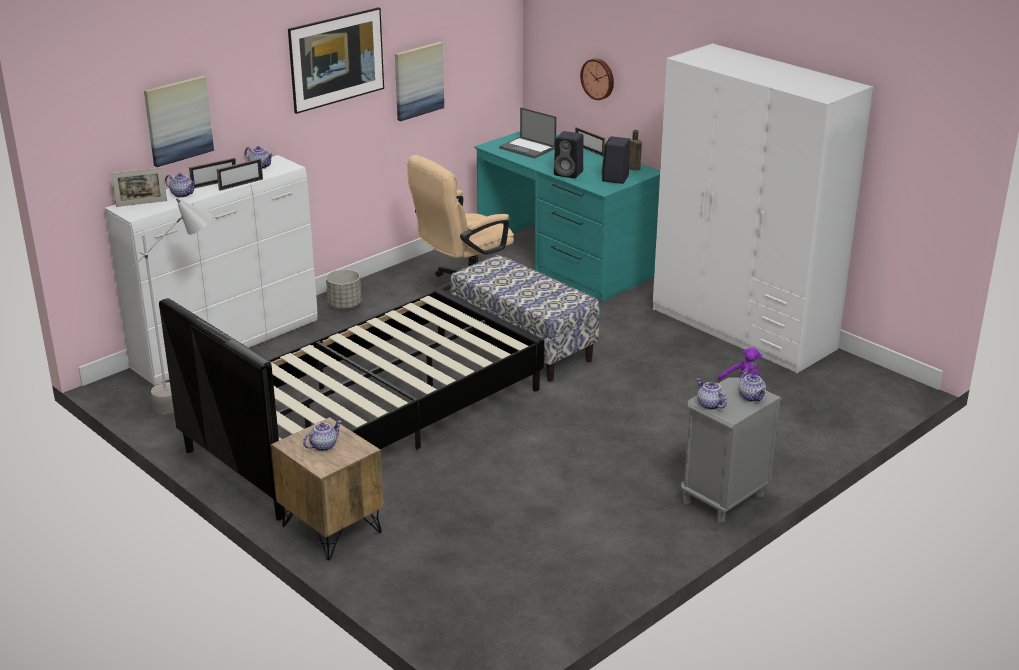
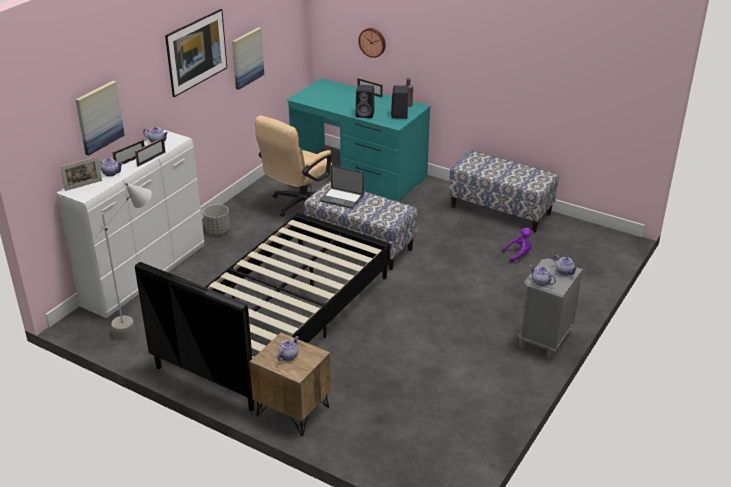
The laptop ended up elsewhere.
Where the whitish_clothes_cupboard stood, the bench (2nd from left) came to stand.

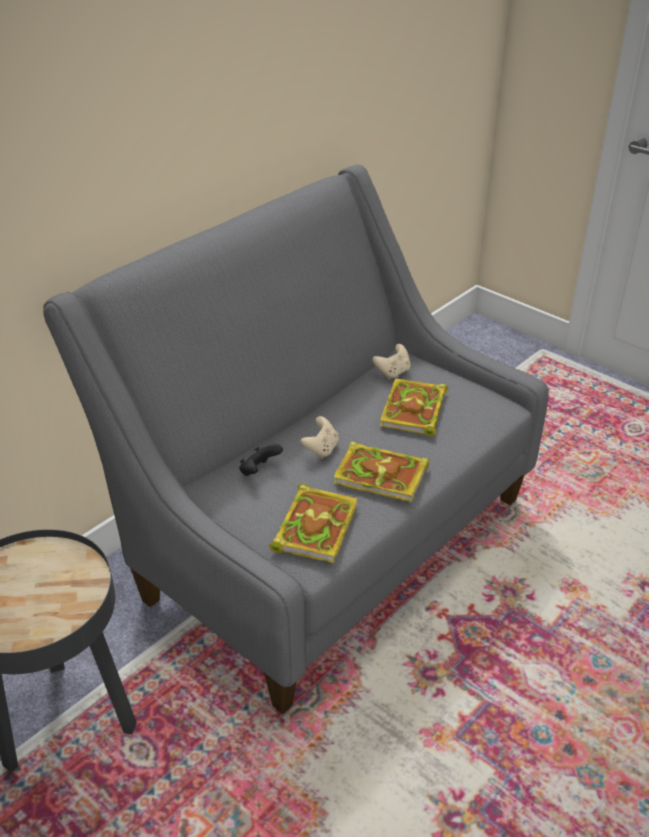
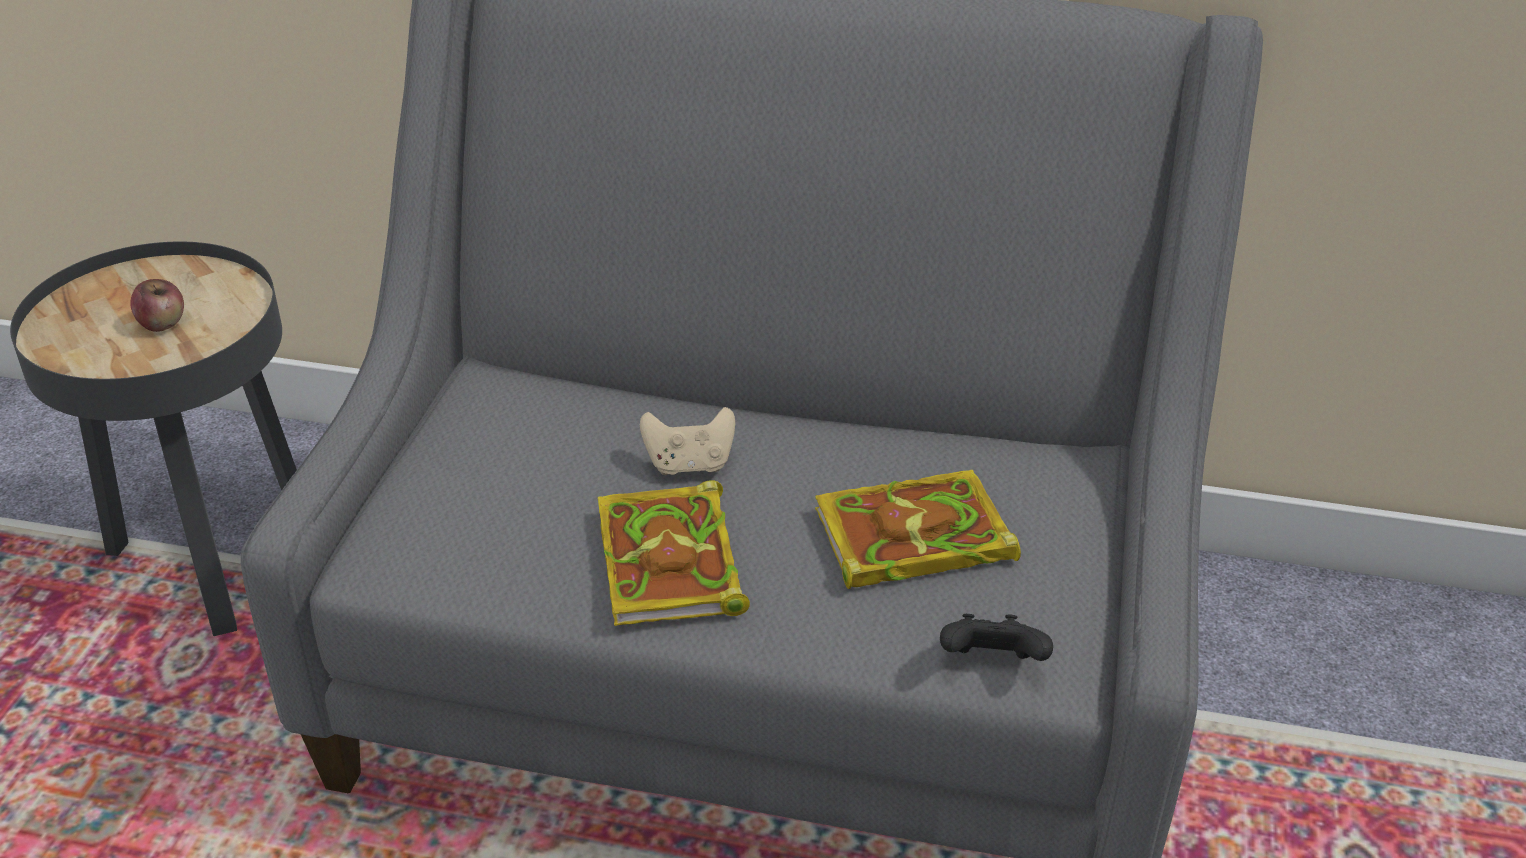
The second view lost the volume (1st from left).
The second view lost the beige_gamepad (2nd from left).
The second view gained the apple_fruit.
The black-coloured_gamepad ended up elsewhere.

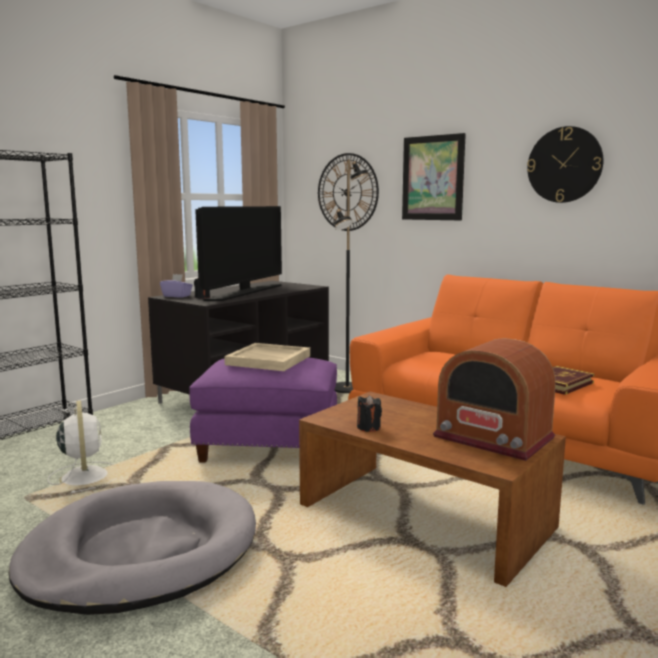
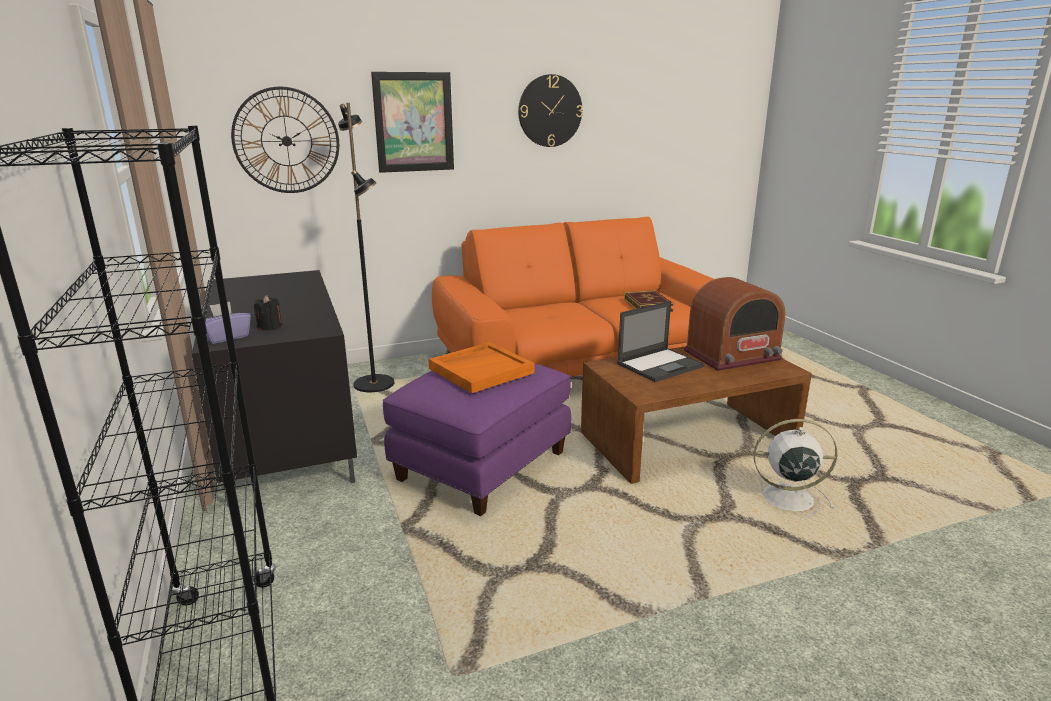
The second view lost the grey_pet_bed.
The second view lost the television.
The second view lost the black-coloured_wax_light (2nd from left).
The second view gained the laptop.
The whitish_cooling_fan ended up elsewhere.
What was the beige_carrying_tray turned into the orangey_carrying_tray.

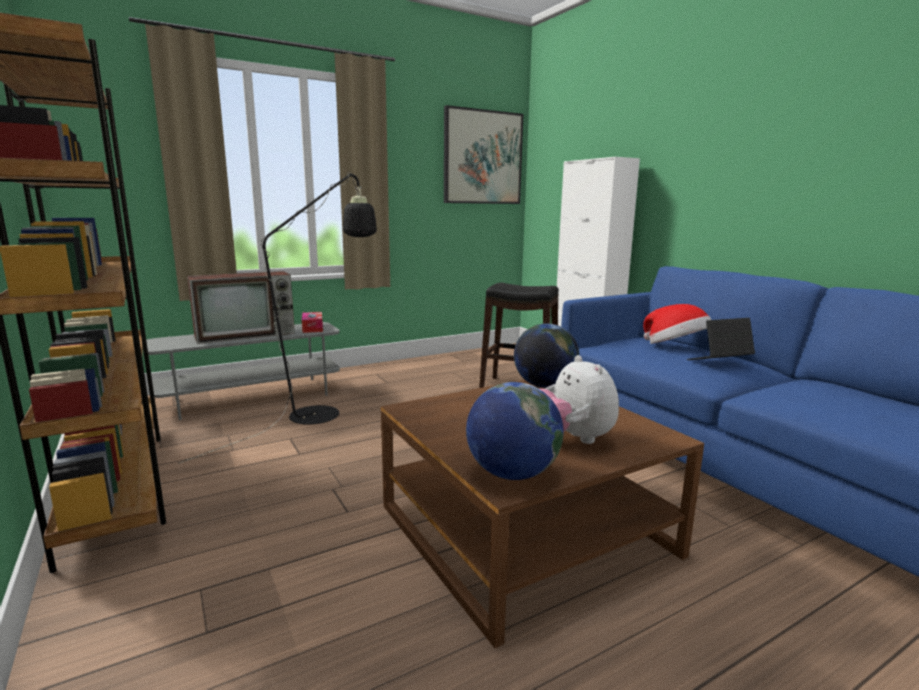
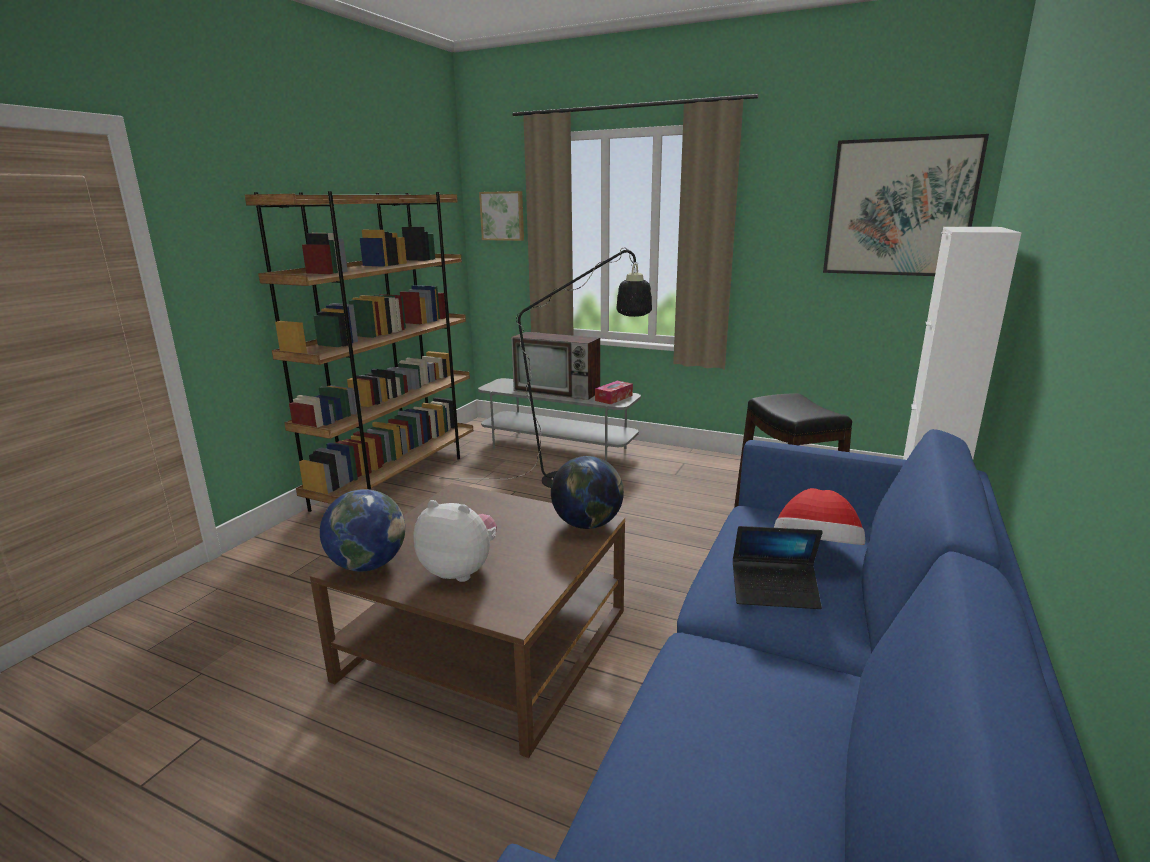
The second view gained the wall_art (1st from left).
The soft_toy ended up facing another way, 75 degrees clockwise from before.
The laptop ended up facing another way, 150 degrees clockwise from before.

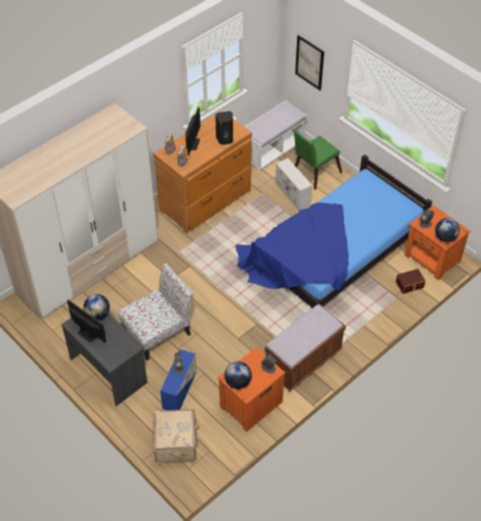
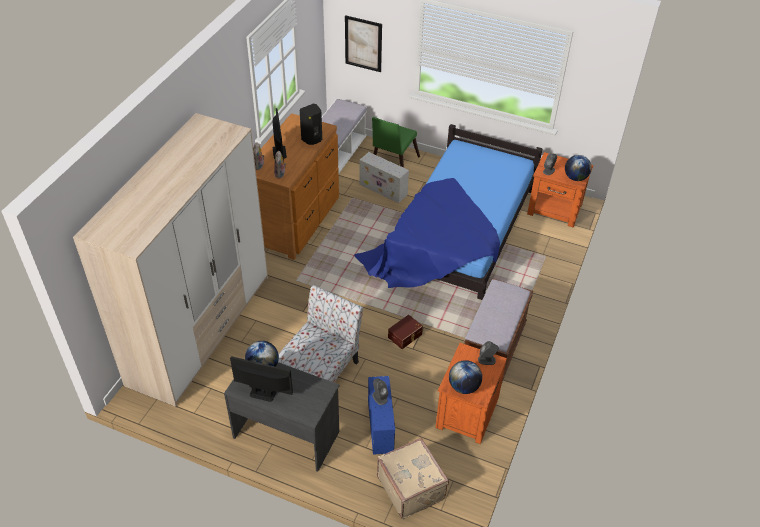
The brown_storage_bin ended up elsewhere.

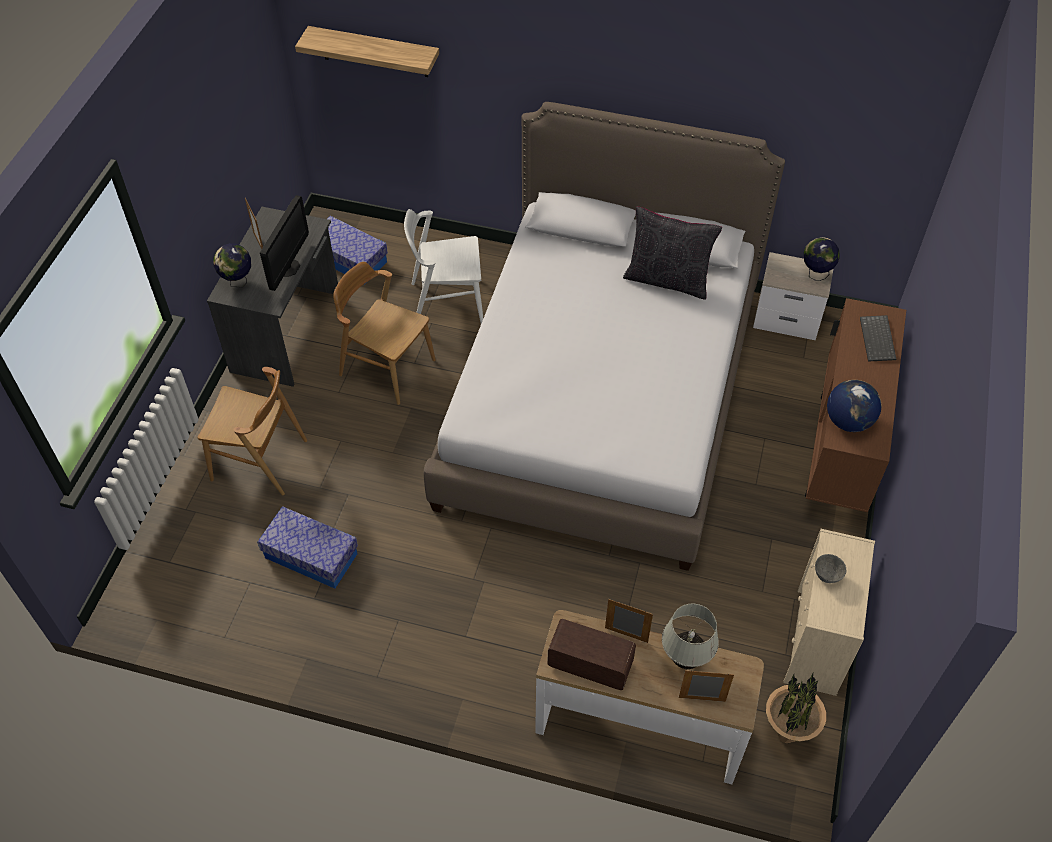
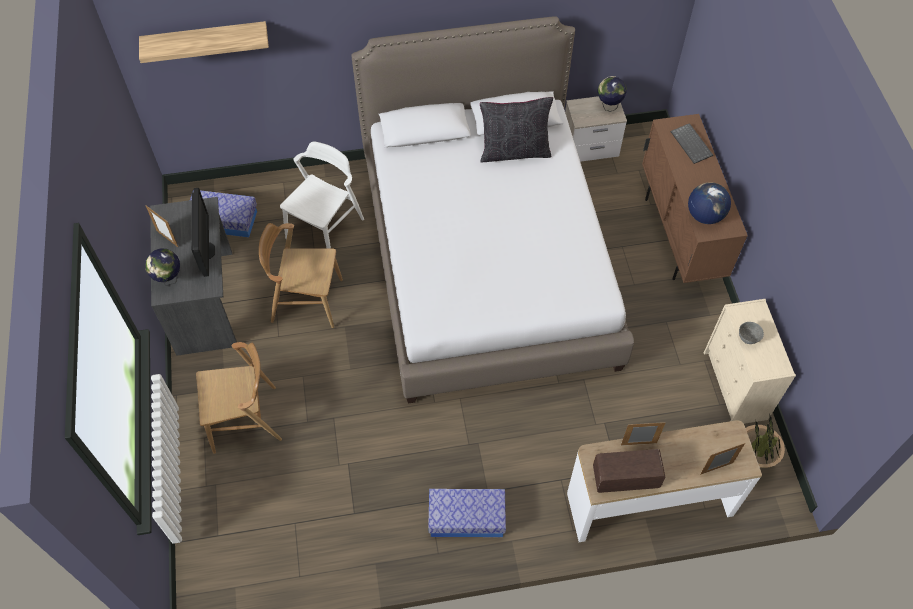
The second view lost the whitish_lamp_for_a_table.
The storage_bin (1st from left in the first image) ended up elsewhere.
The whitish_plain_chair ended up facing another way, 150 degrees clockwise from before.

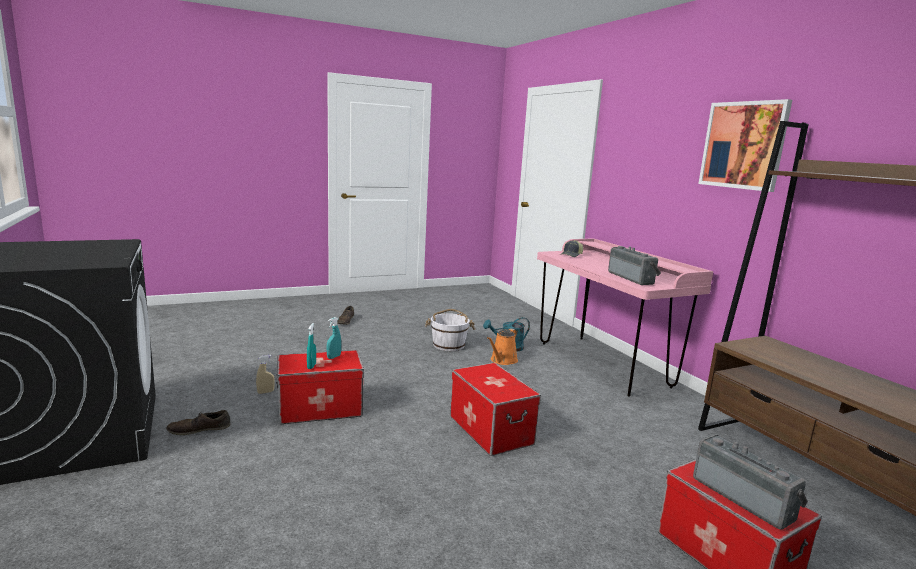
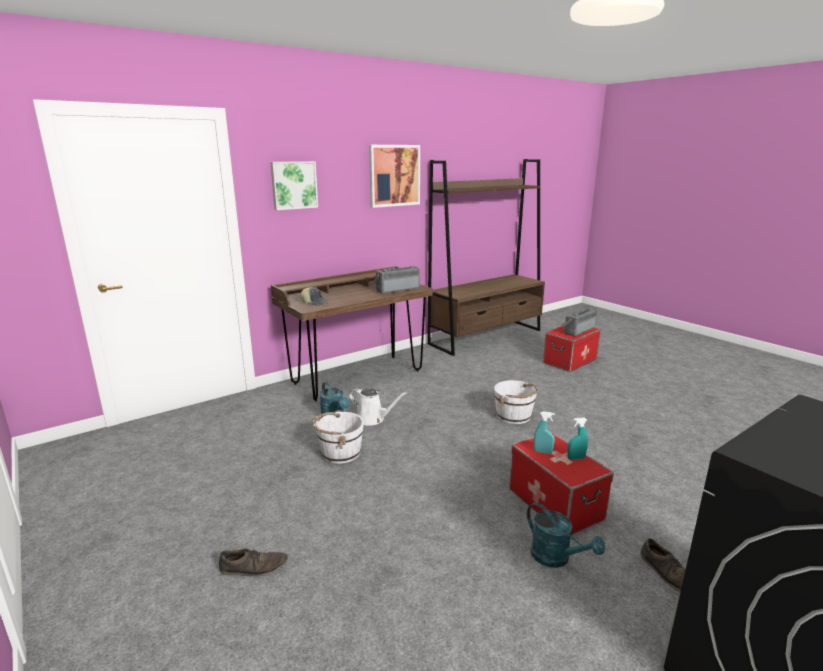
The second view gained the wall_art (1st from left).
Where the beige_sprayer stood, the turquoise-coloured_watering_pot (2nd from left) came to stand.
Where the storage_bin (2nd from left) stood, the whitish_bucket (2nd from left) came to stand.
What was the orangey_watering_pot turned into the whitish_watering_pot.
What was the pinkish_desk_table turned into the brown_desk_table.

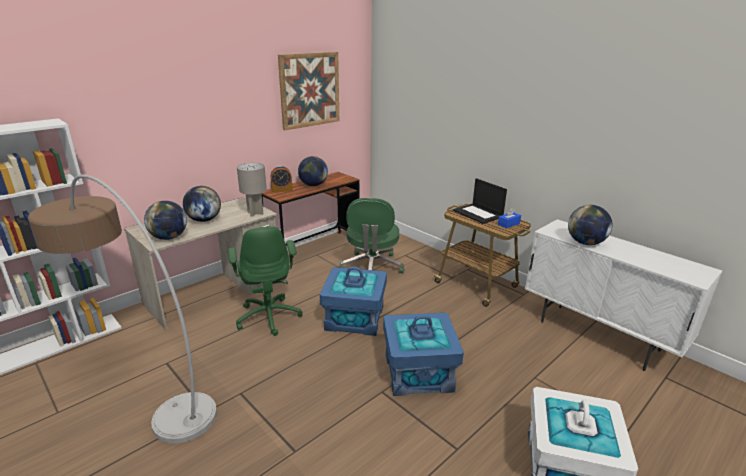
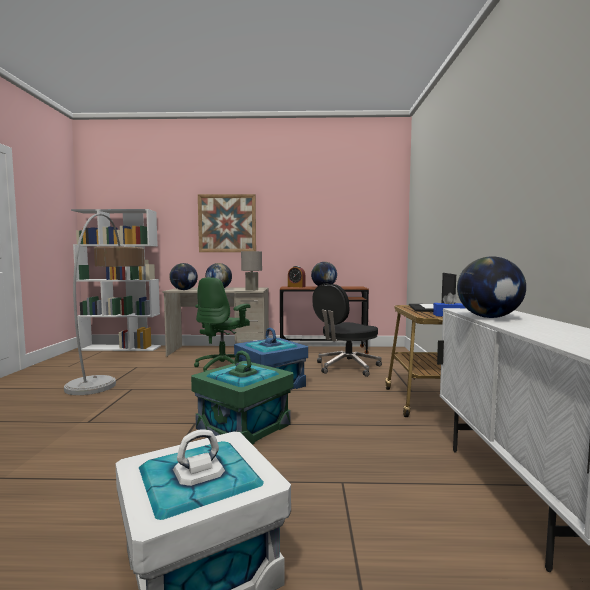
The wall_art ended up elsewhere.
What was the greenish_office_chair (2nd from left) turned into the black-coloured_office_chair.
What was the bluish_storage_bin (2nd from left) turned into the greenish_storage_bin.

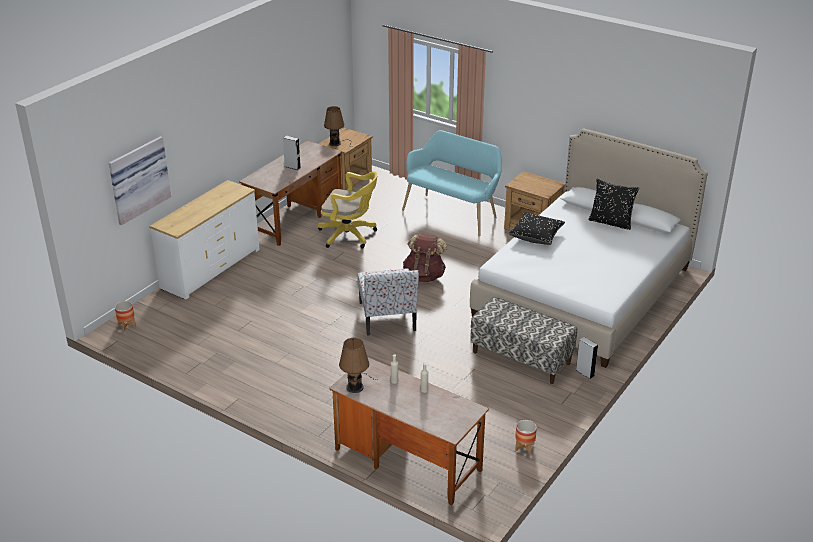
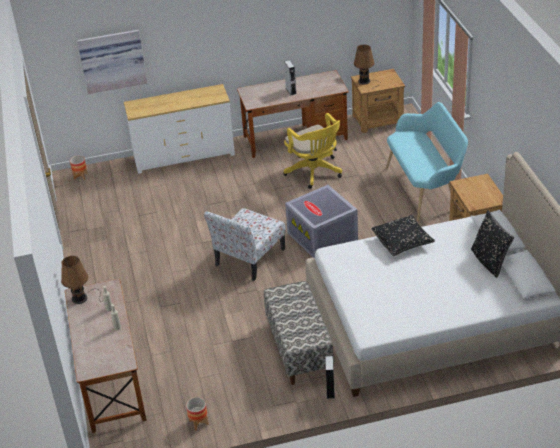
Where the brown_rucksack stood, the grey_storage_bin came to stand.

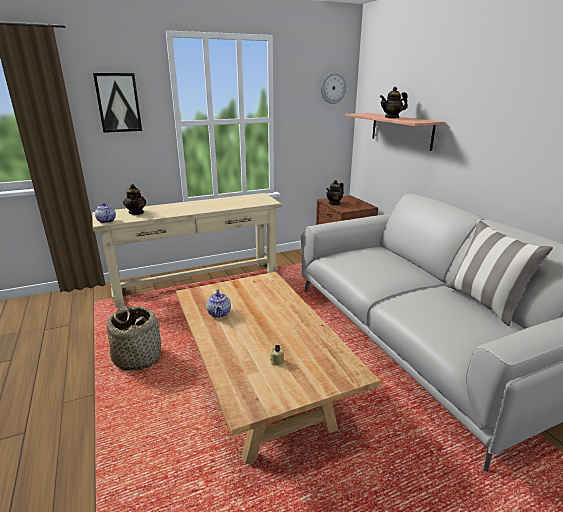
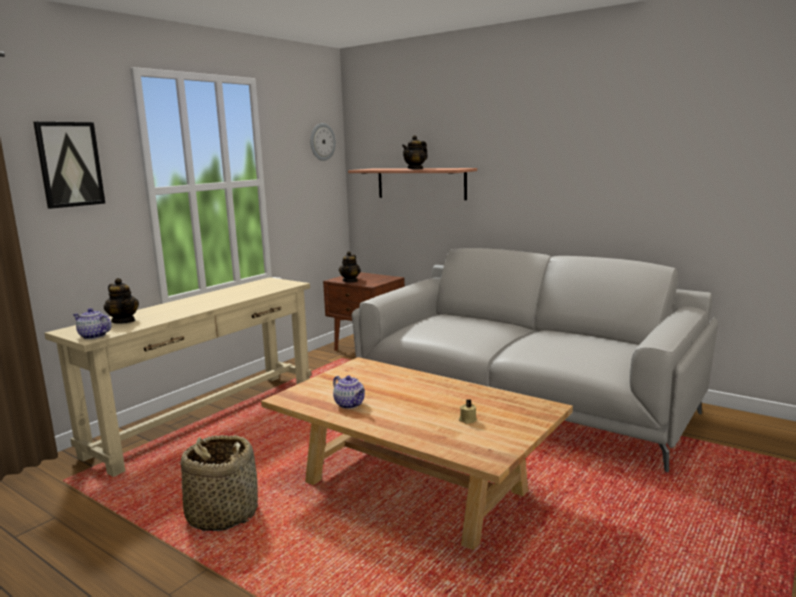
The second view lost the cushion.

